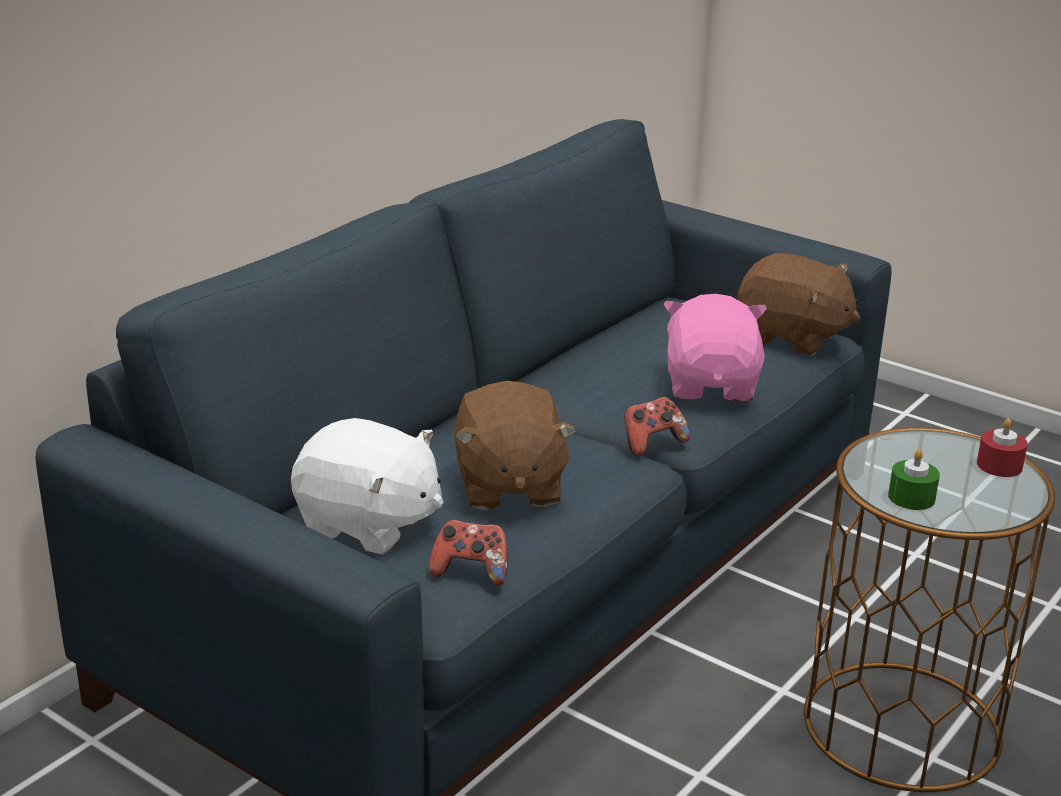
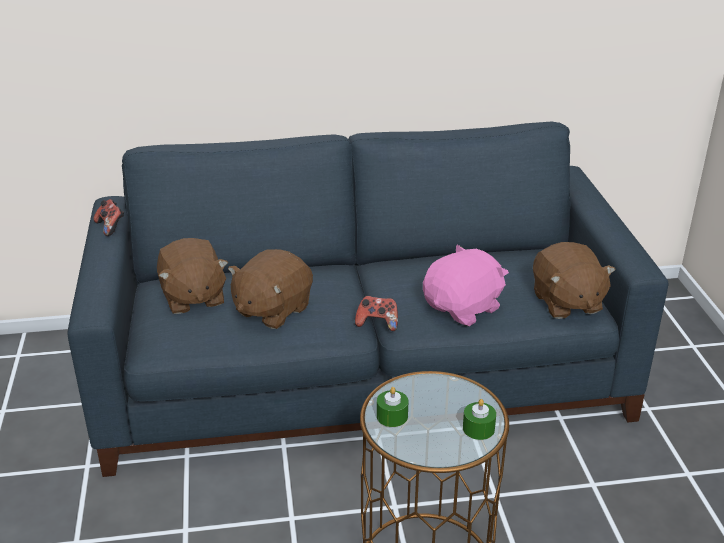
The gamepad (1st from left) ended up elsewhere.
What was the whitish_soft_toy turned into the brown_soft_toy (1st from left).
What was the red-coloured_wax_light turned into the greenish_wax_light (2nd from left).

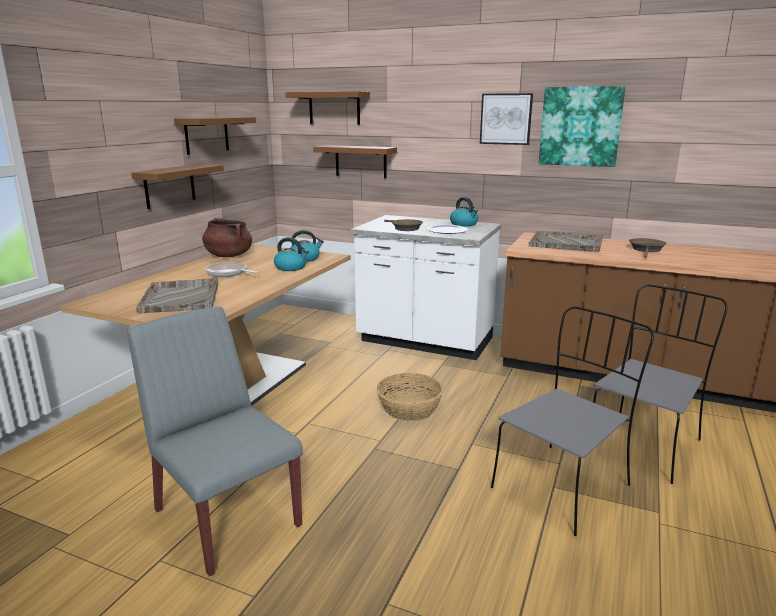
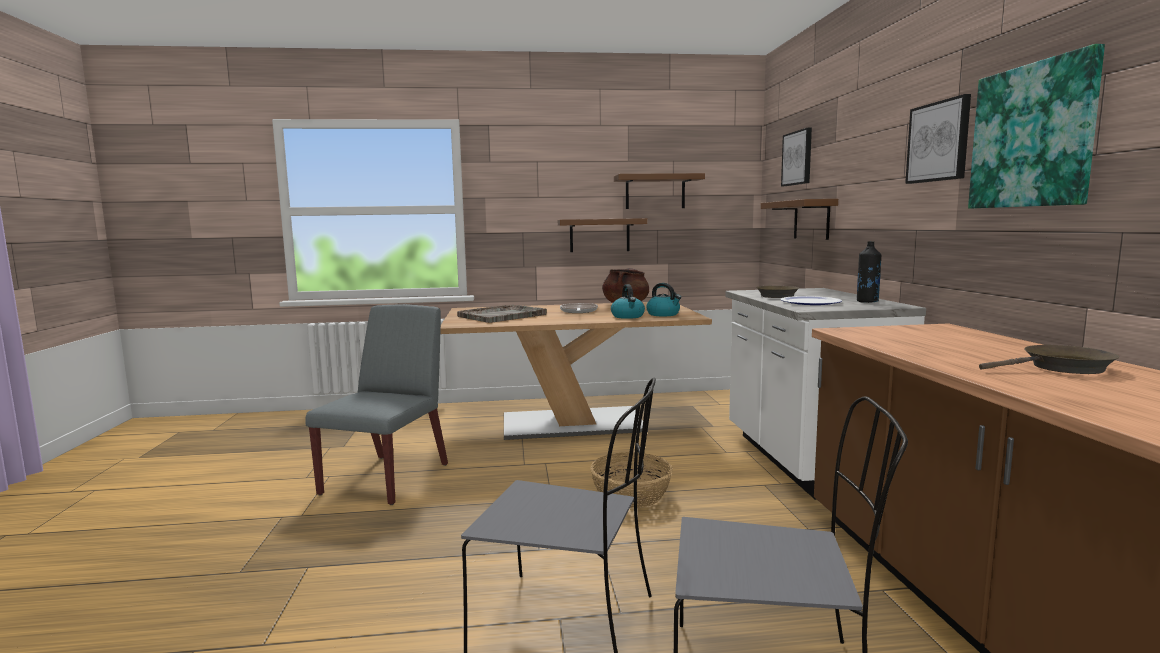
The second view lost the grey_carrying_tray (2nd from left).
Where the brown_shelf (3rd from left) hung, the wall_art (1st from left) came to hang.
Where the kettle (3rd from left) stood, the black-coloured_beverage_bottle came to stand.

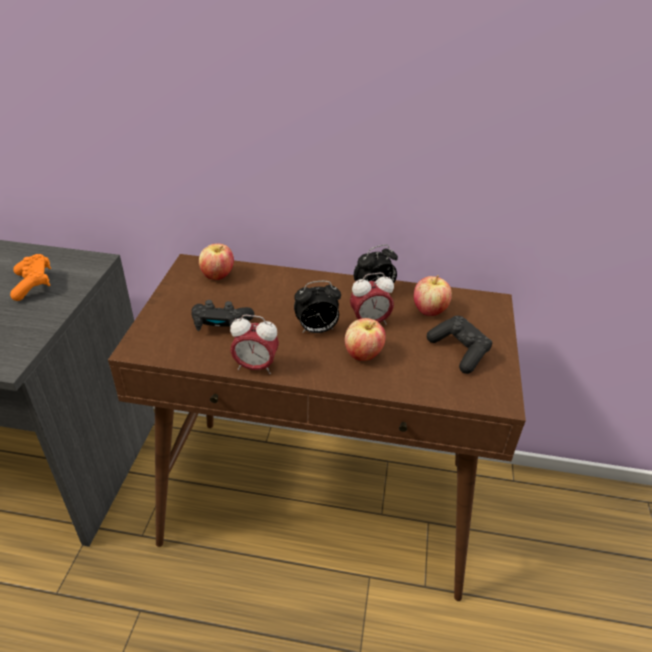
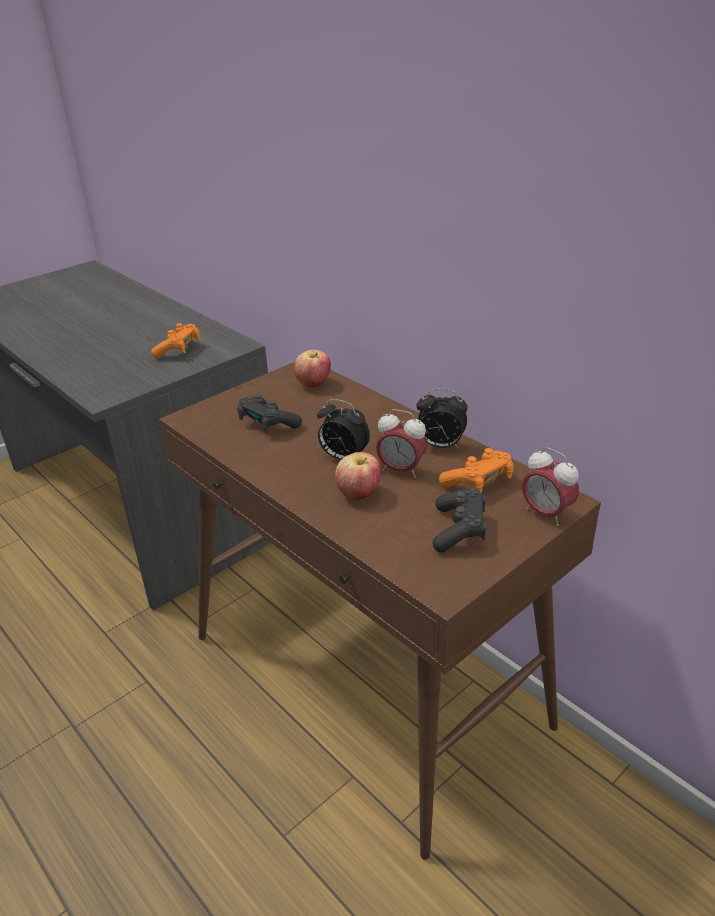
The table_clock (1st from left in the first image) ended up elsewhere.
Where the apple_fruit (3rd from left) stood, the orangey_gamepad (2nd from left) came to stand.

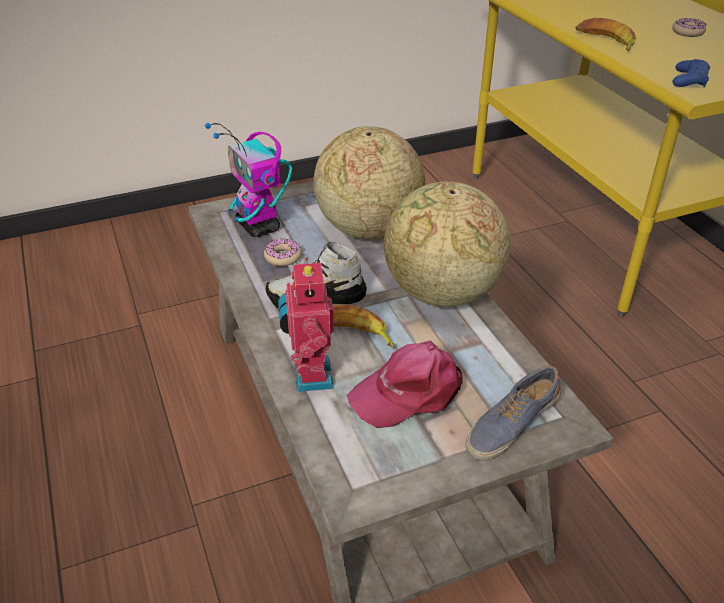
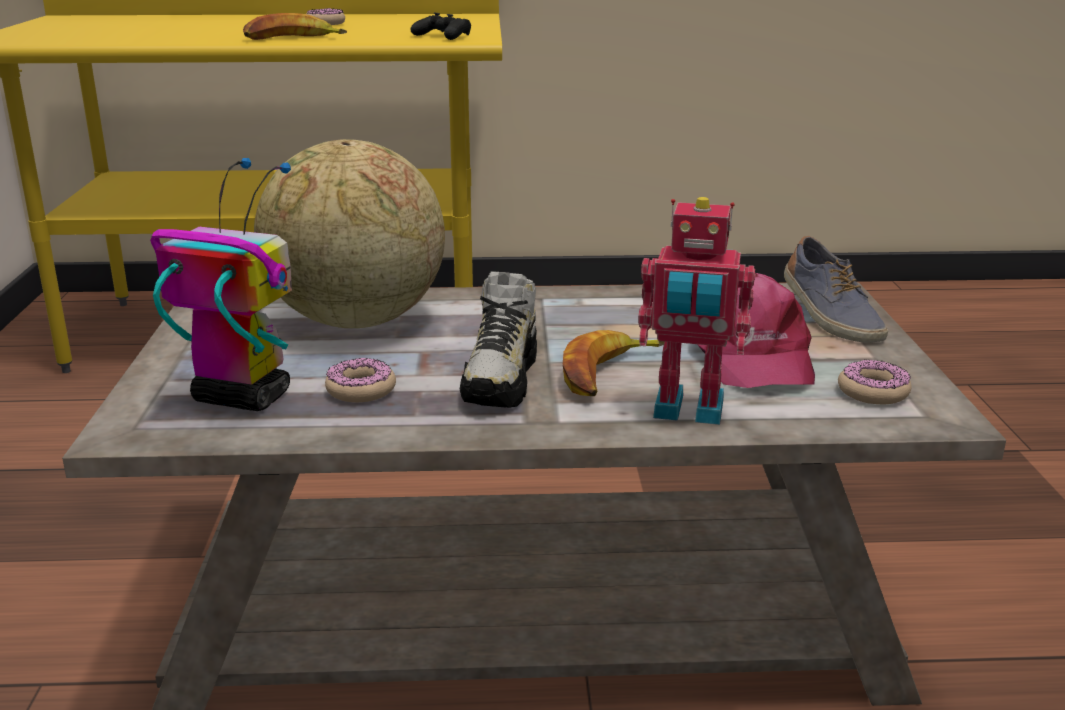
The second view lost the desk_globe (2nd from left).
The second view gained the ring_doughnut (3rd from left).
What was the bluish_gamepad turned into the black-coloured_gamepad.
The model_robot (1st from left) ended up facing another way, 150 degrees counterclockwise from before.

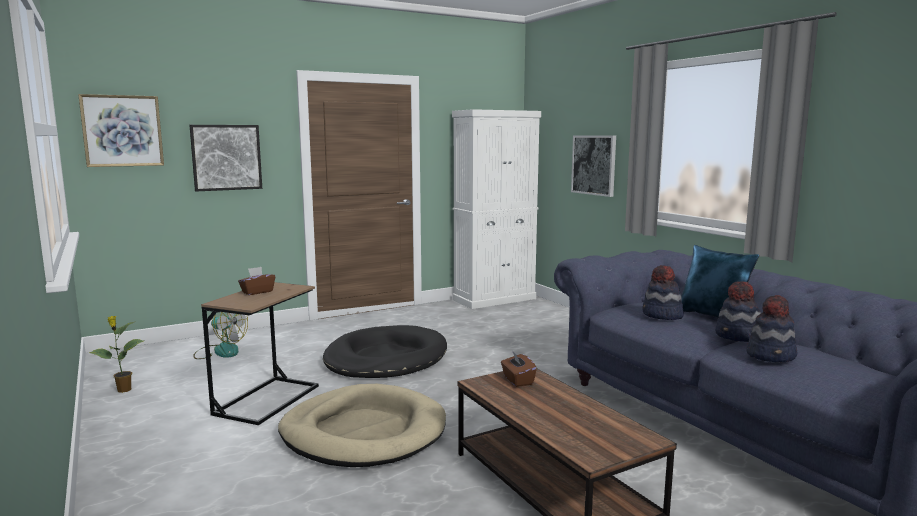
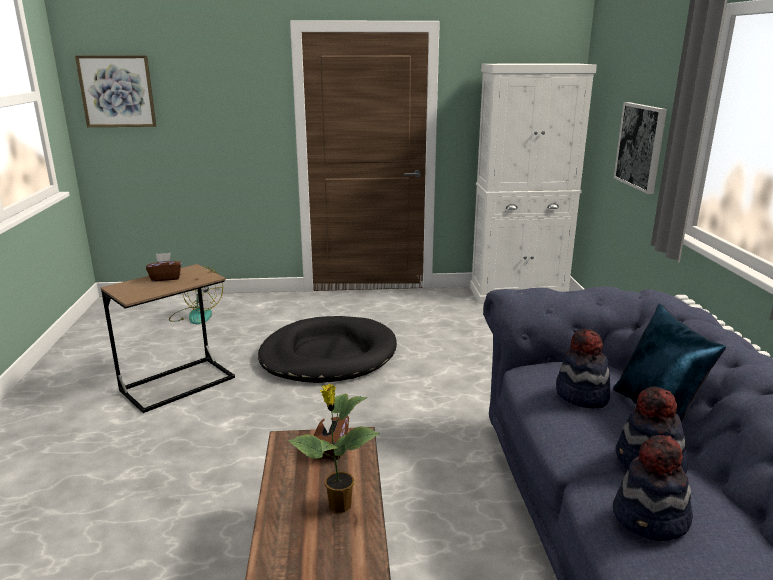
The second view lost the wall_art (2nd from left).
The second view lost the beige_pet_bed.
The potted_plant ended up elsewhere.

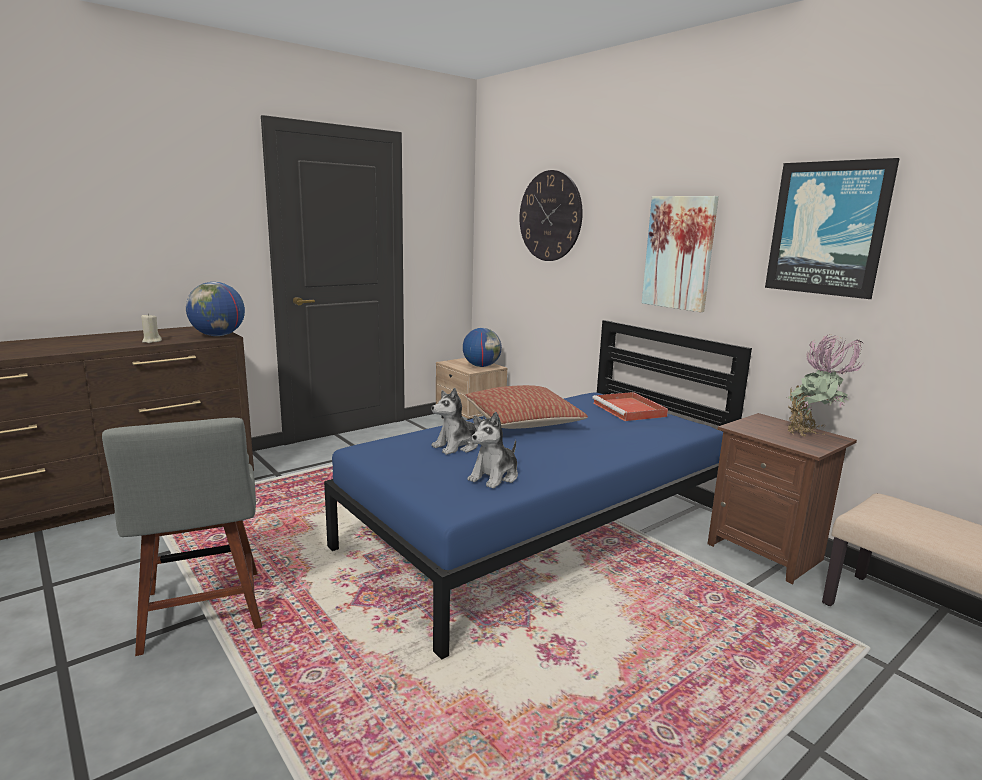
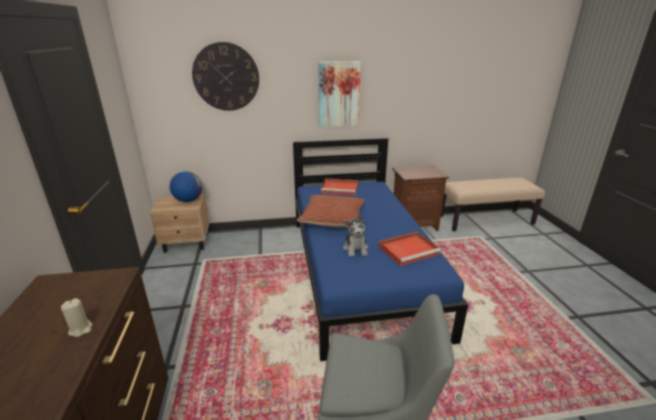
The second view lost the desk_globe (1st from left).
The second view lost the wall_art (2nd from left).
The second view lost the potted_plant.
Where the soft_toy (2nd from left) stood, the red-coloured_carrying_tray (2nd from left) came to stand.

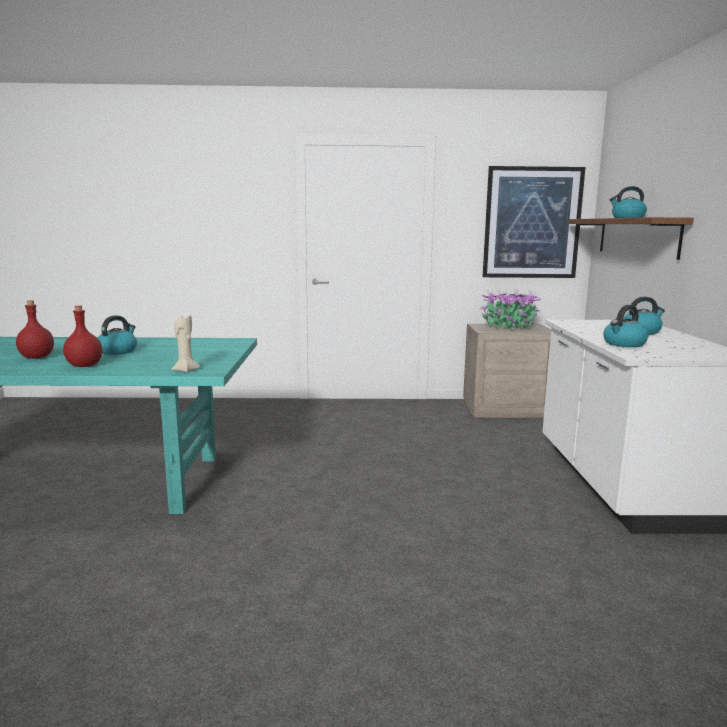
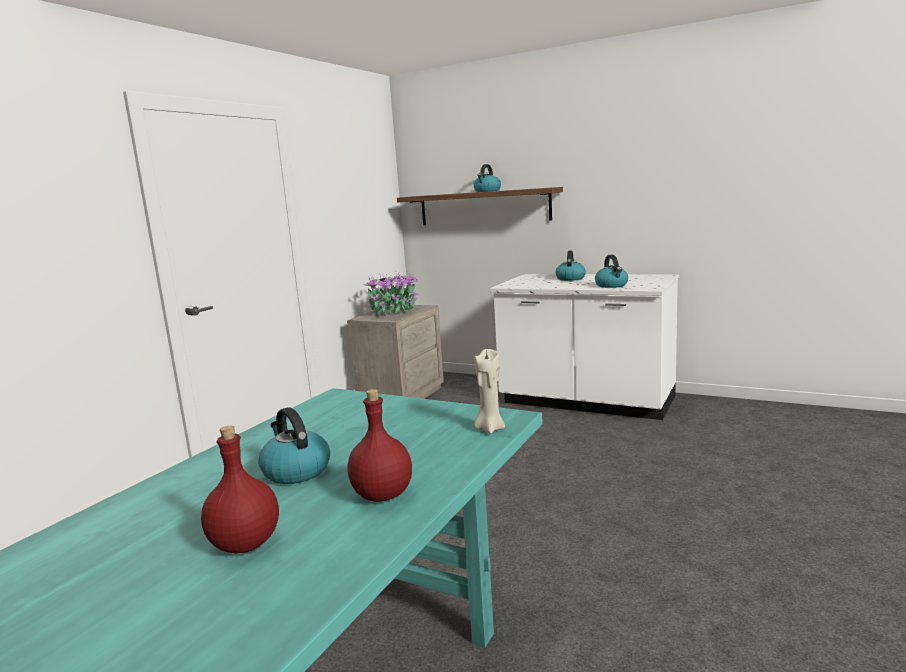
The second view lost the wall_art.

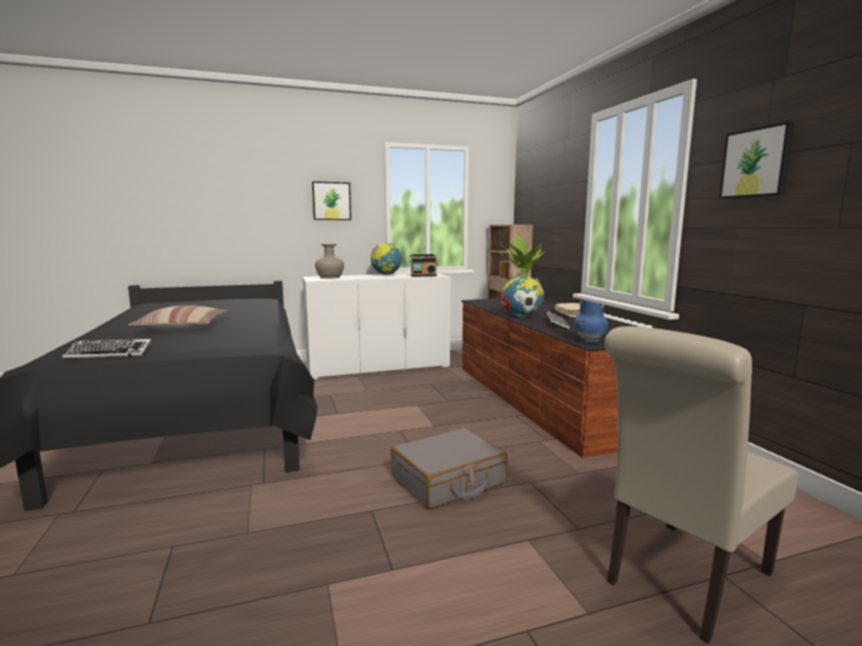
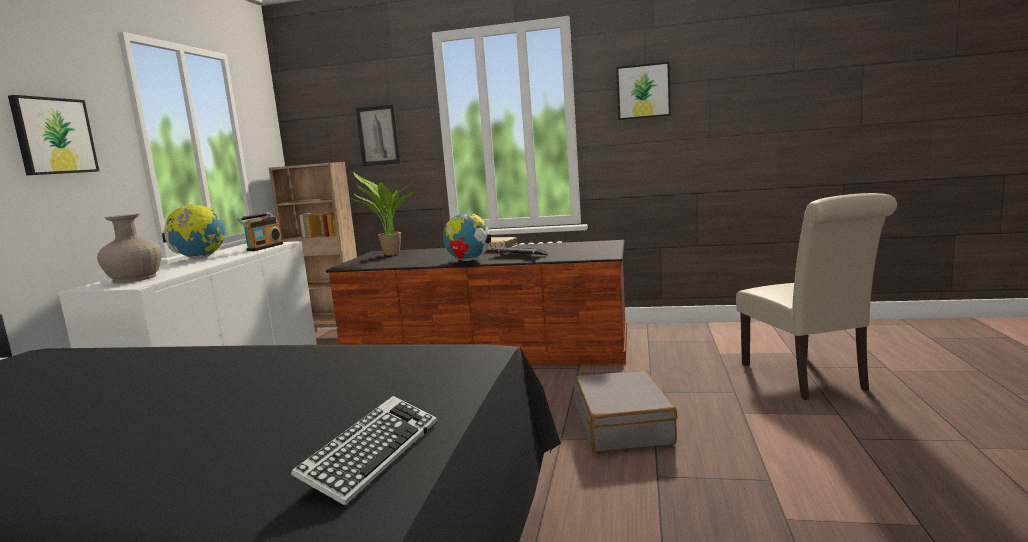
The second view lost the cushion.
The second view lost the bluish_vase.
The second view gained the wall_art (2nd from left).

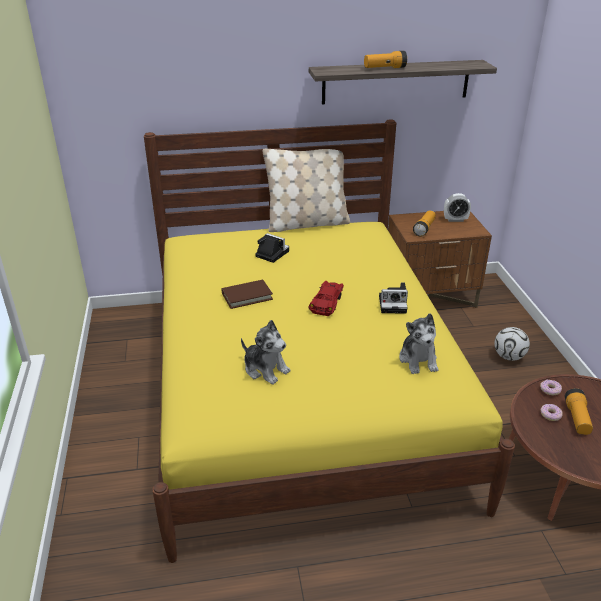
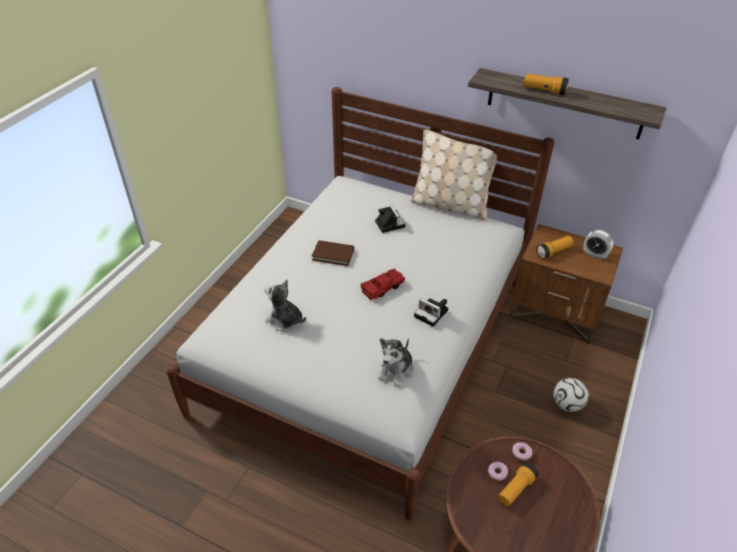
What was the yellow_bedroom_bed turned into the whitish_bedroom_bed.
The soft_toy (1st from left) ended up facing another way, 135 degrees clockwise from before.

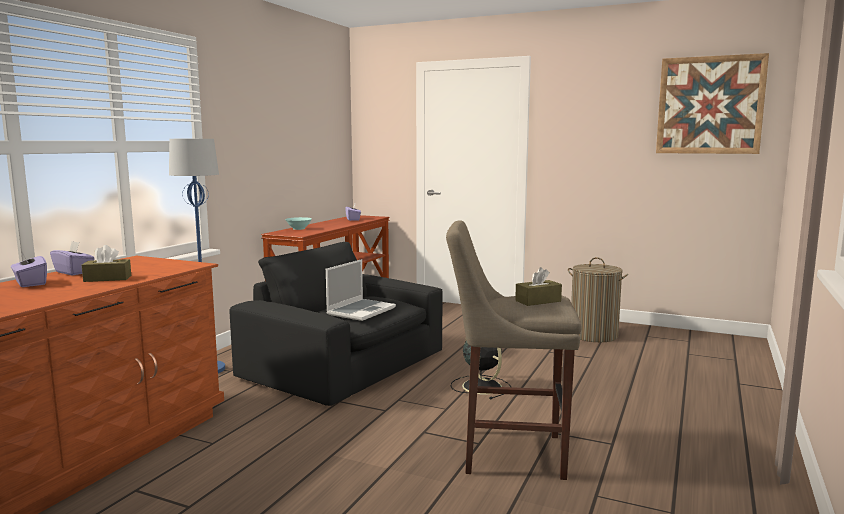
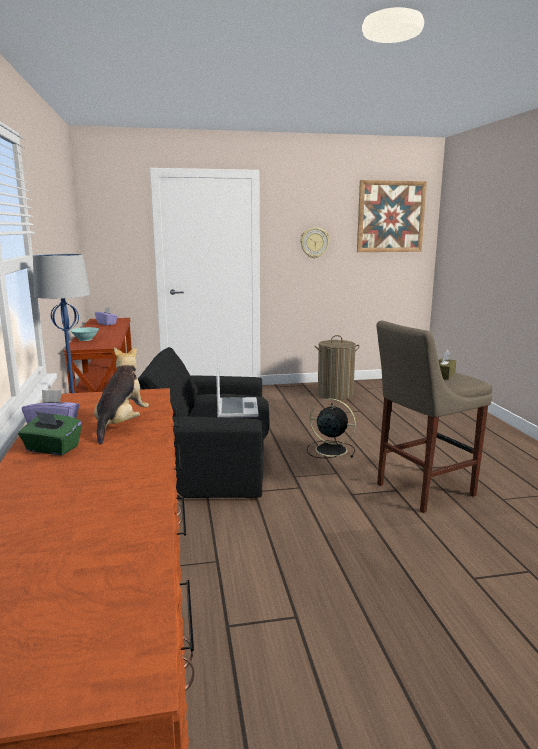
The second view gained the clock_on_the_wall.
Where the brown_tissue_box (1st from left) stood, the soft_toy came to stand.
What was the purple_tissue_box (1st from left) turned into the greenish_tissue_box.

